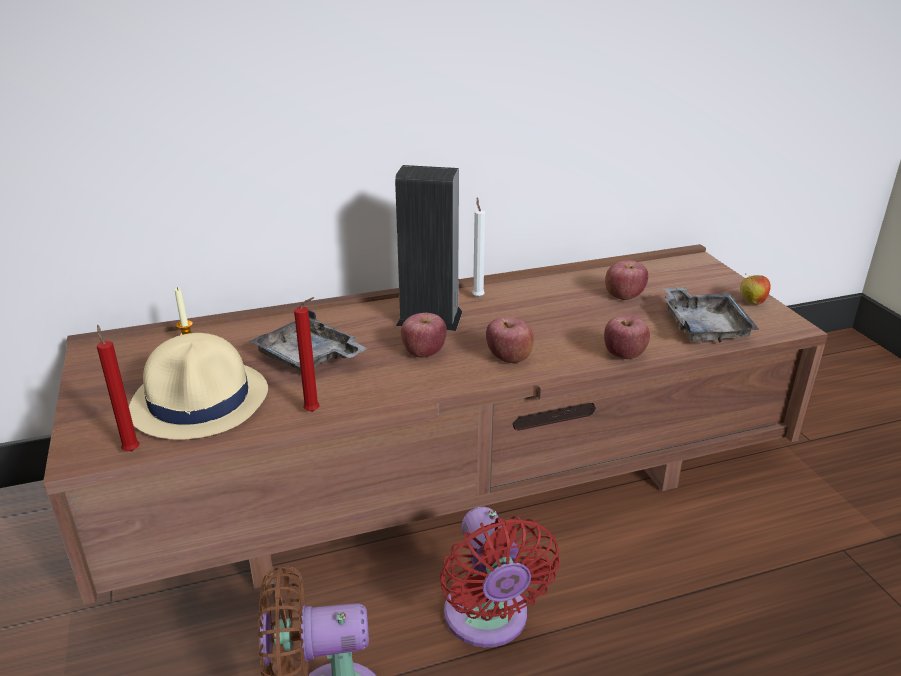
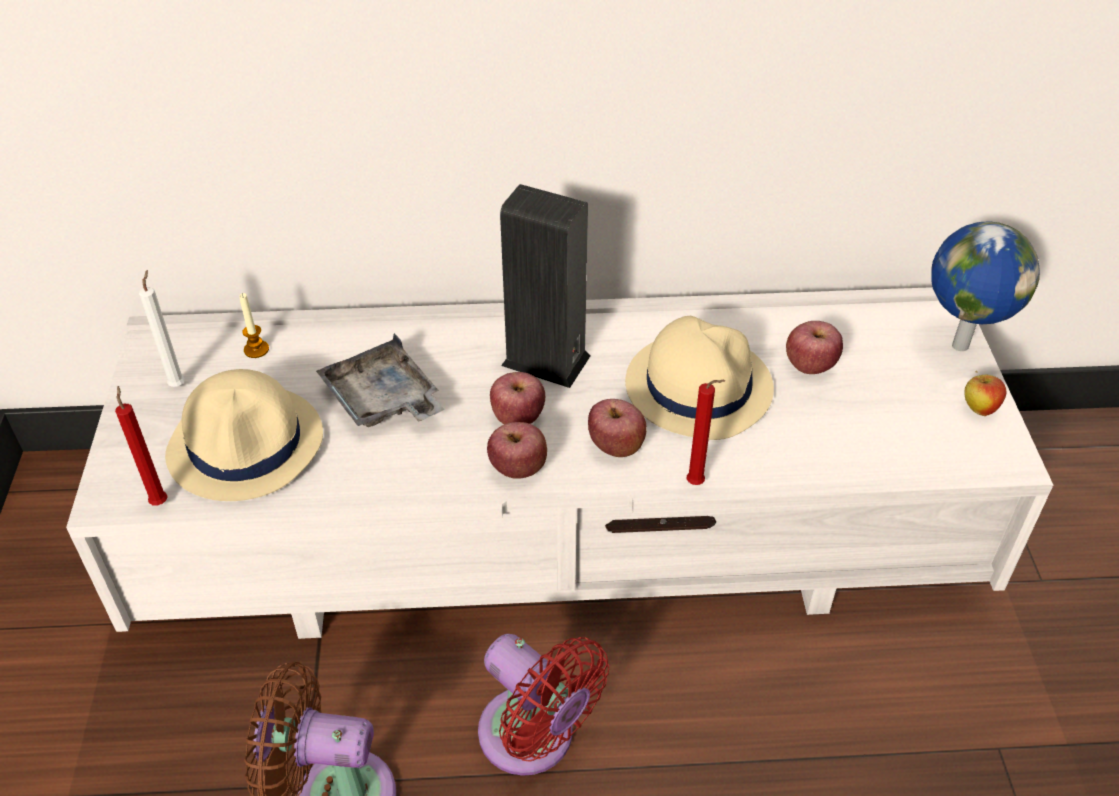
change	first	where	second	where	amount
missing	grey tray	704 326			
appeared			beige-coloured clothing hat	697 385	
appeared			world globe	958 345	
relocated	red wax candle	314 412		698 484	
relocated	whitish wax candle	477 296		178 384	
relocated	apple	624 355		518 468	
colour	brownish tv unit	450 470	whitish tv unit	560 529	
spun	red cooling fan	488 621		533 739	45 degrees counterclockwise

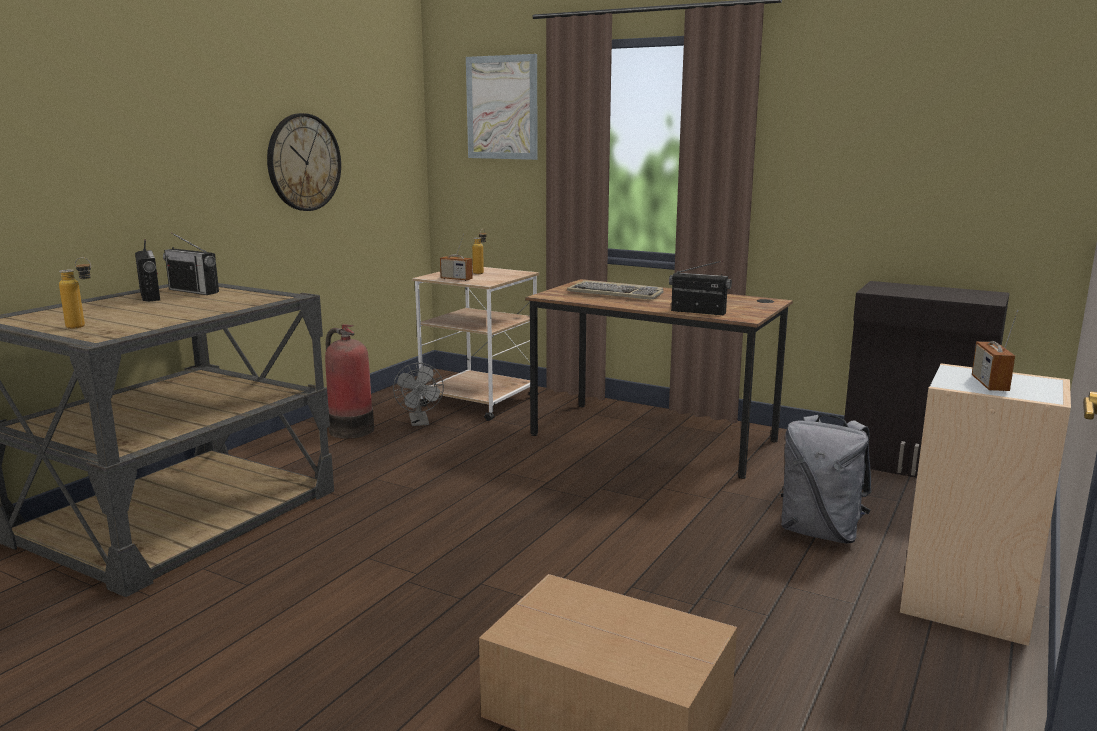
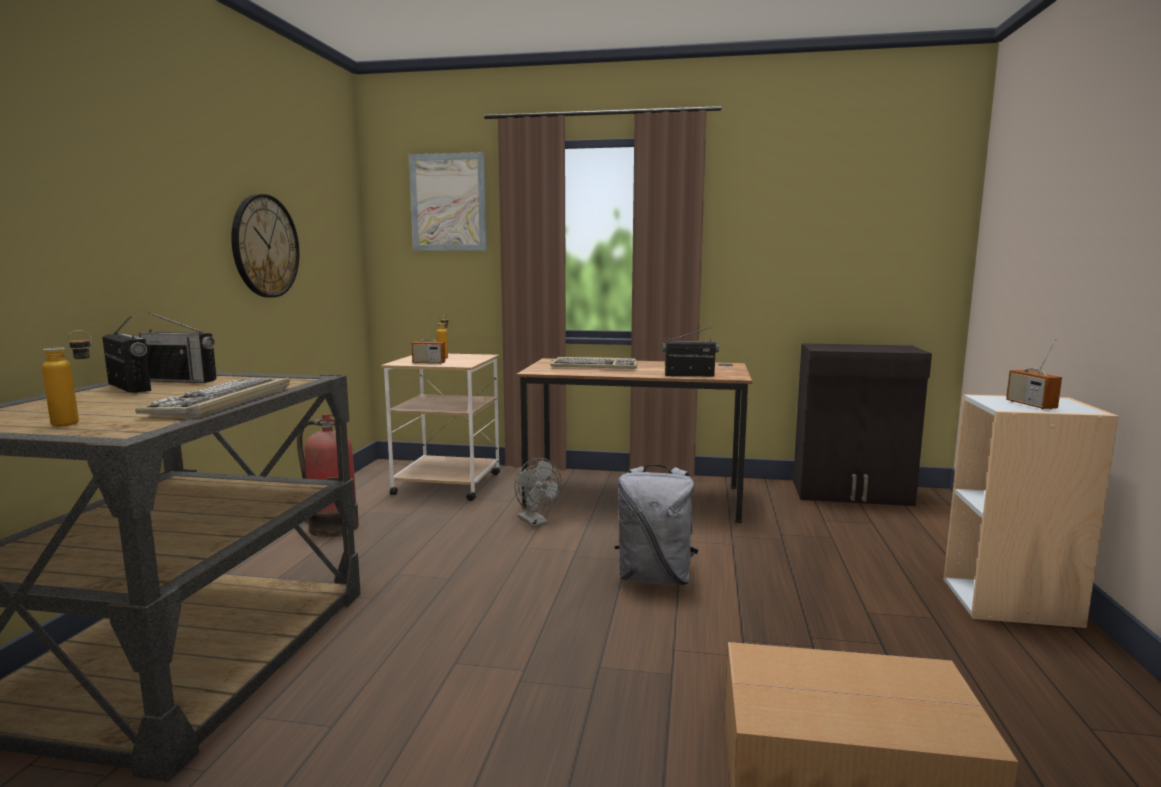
change	first	where	second	where	amount
appeared			keyboard	222 402	
relocated	grey cooling fan	420 423		536 523	
relocated	grey rucksack	821 532		655 578	

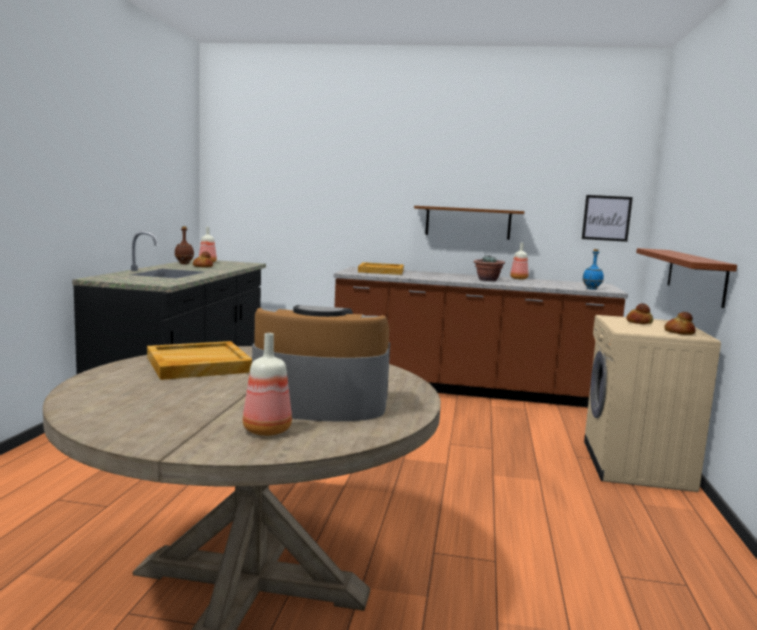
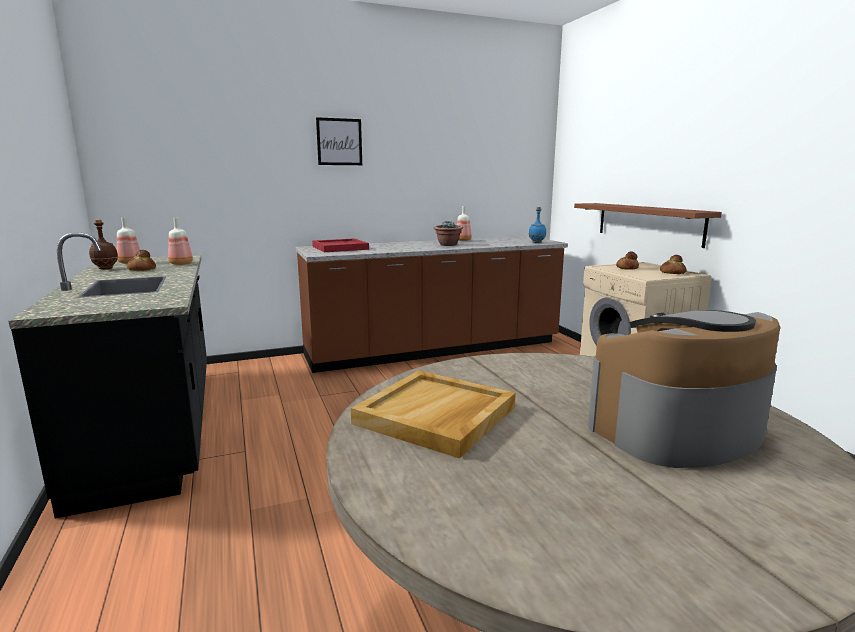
change	first	where	second	where	amount
missing	brownish shelf	468 222			
relocated	bottle	266 430		180 263	
relocated	wall picture	606 218		339 142	
colour	beige-coloured tray	381 271	red tray	340 248	

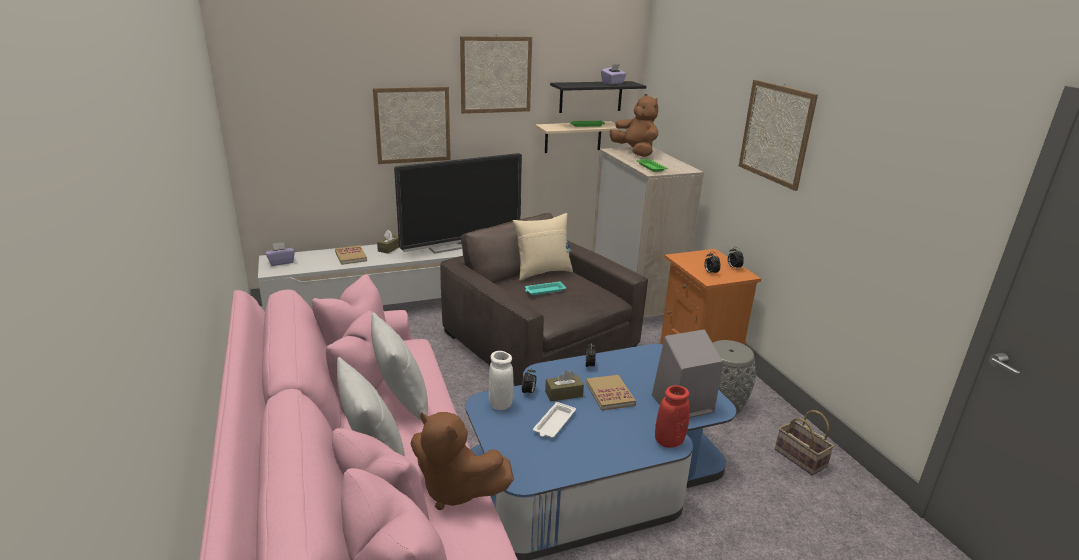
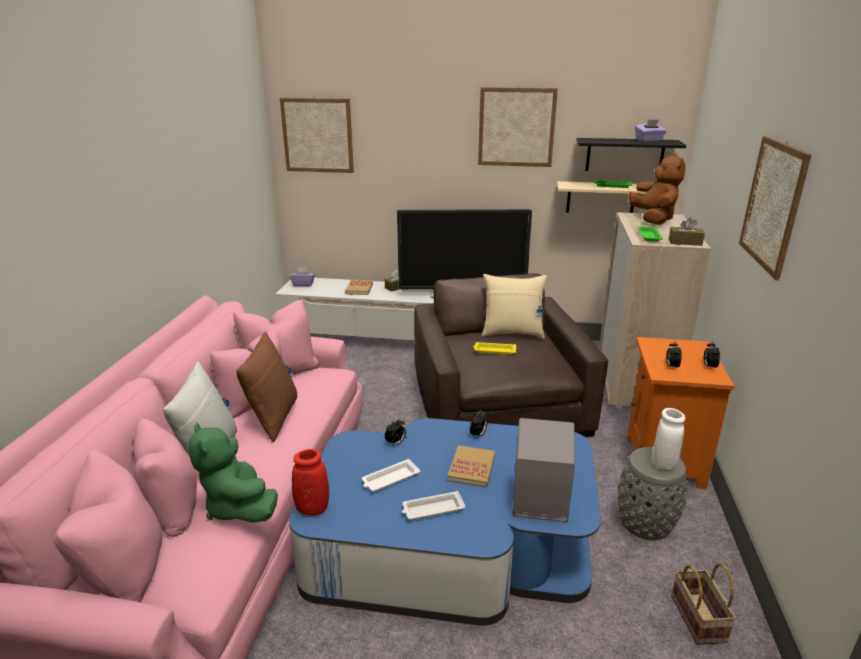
change	first	where	second	where	amount
appeared			whitish tray	432 509	
relocated	wall picture	412 124		317 134	
relocated	whitish decorative vase	500 404		664 463	
relocated	brownish tissue holder	564 394		685 242	
relocated	red decorative vase	669 441		312 508	
colour	grey pillow	401 402	brownish pillow	273 418	
colour	brownish soft toy	455 489	green-coloured soft toy	238 507	
colour	turquoise tray	544 291	yellow tray	494 350	

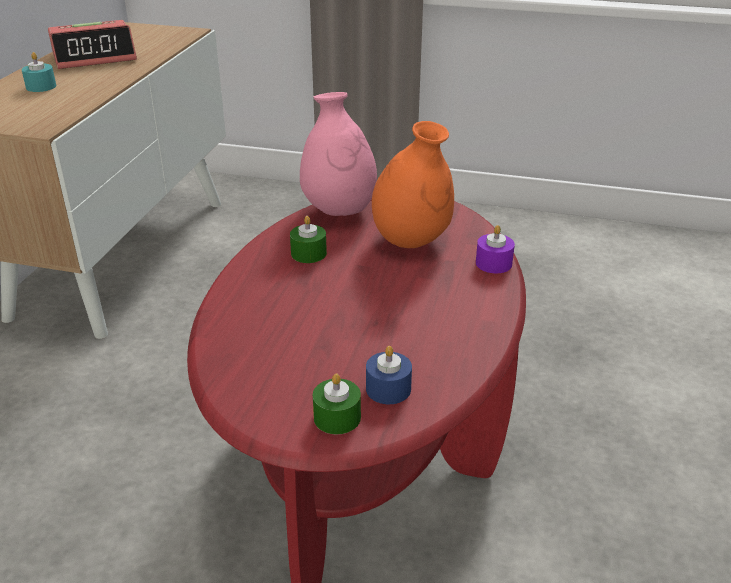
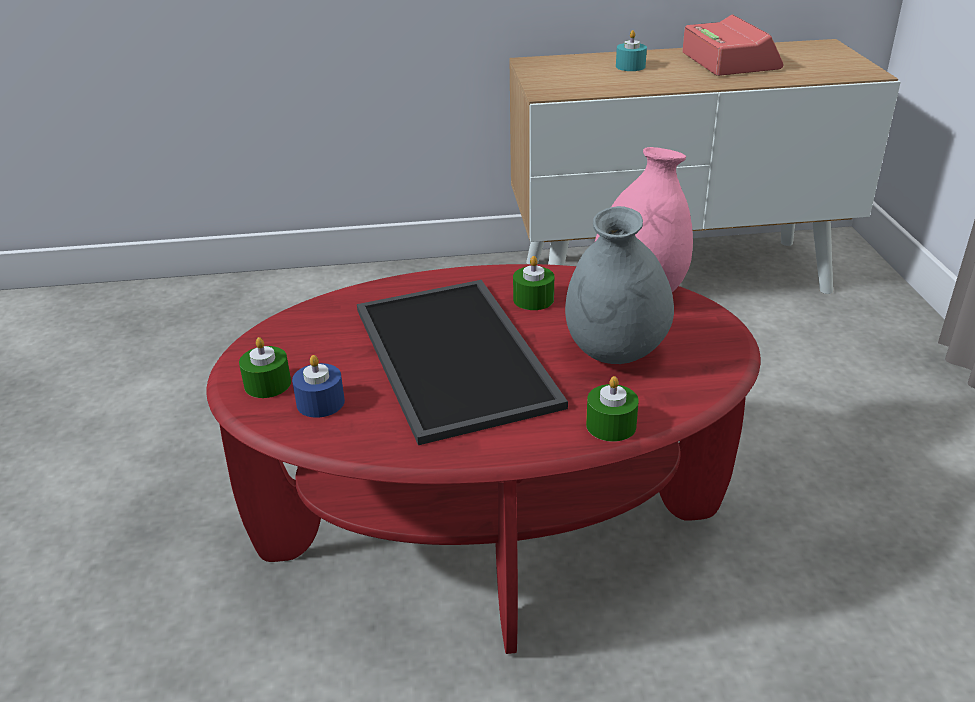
change	first	where	second	where	amount
appeared			tray	458 356	
colour	orange-coloured decorative vase	411 240	grey decorative vase	615 354	
colour	purple wax candle	493 263	green-coloured wax candle	611 425	
spun	alarm clock	95 56		729 61	150 degrees counterclockwise

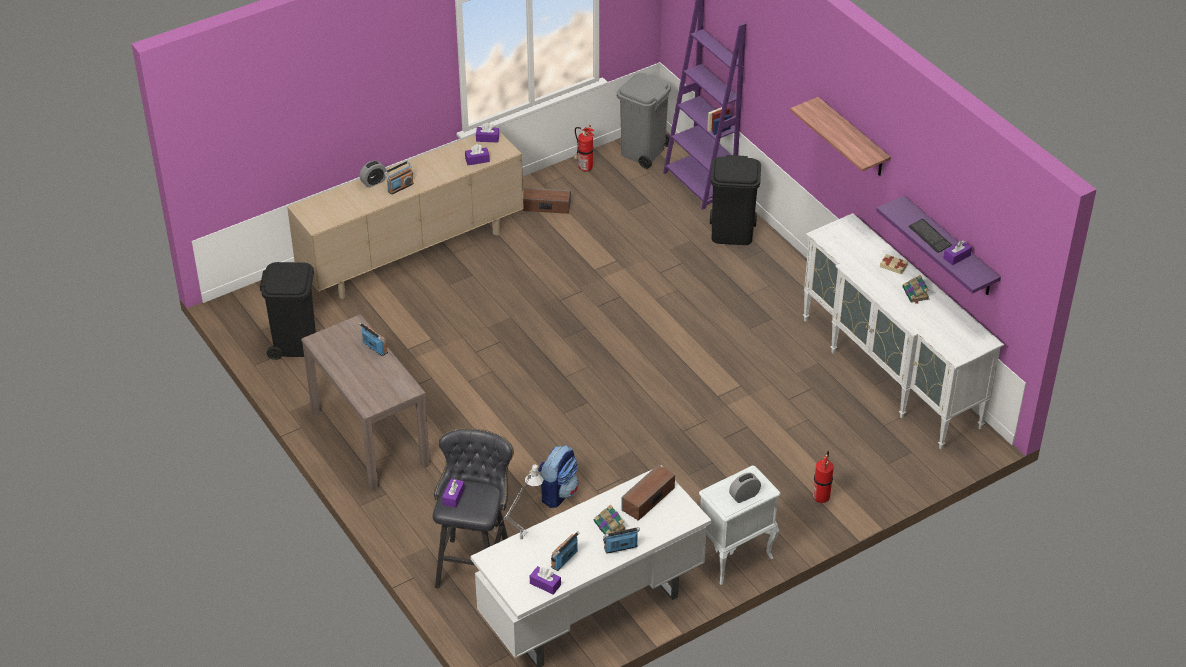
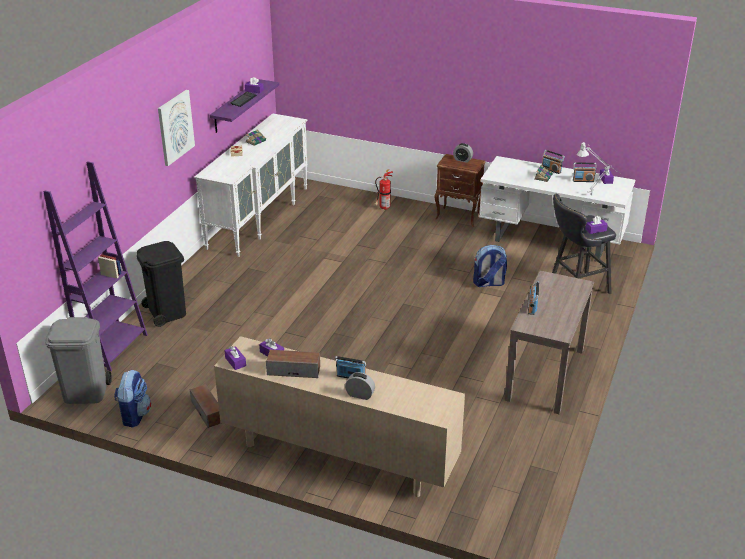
change	first	where	second	where	amount
missing	black trash can	294 342			
relocated	audio speaker	648 499		294 370	
exchanged	extinguisher	584 168	rucksack	134 415	
exchanged	shelf	852 138	wall picture	175 127	
colour	whitish nightstand	734 558	brownish nightstand	458 217	

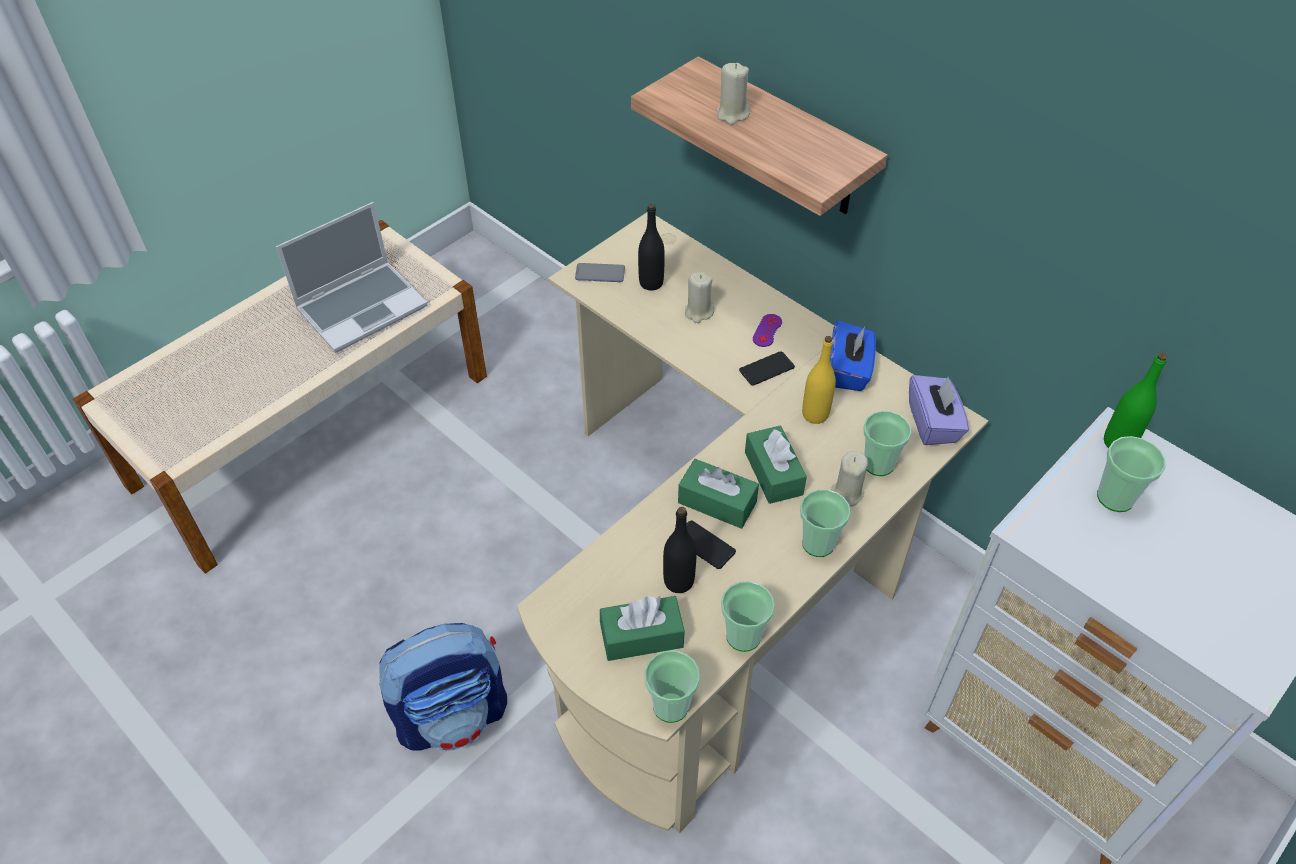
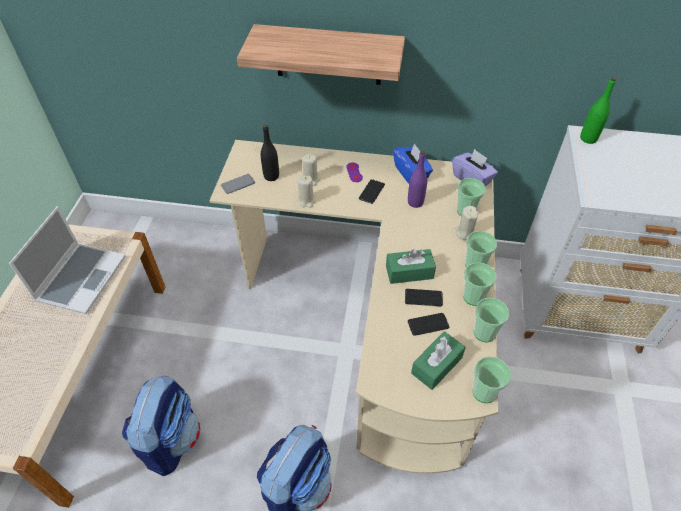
change	first	where	second	where	amount
missing	green-coloured tissue holder	773 473			
appeared			rucksack	171 440	
relocated	beige-coloured wax candle	732 114		306 201	
relocated	small cup	1115 497		473 297	
exchanged	black bottle	678 581	phone	428 324	
colour	yellow bottle	815 414	purple bottle	415 202	

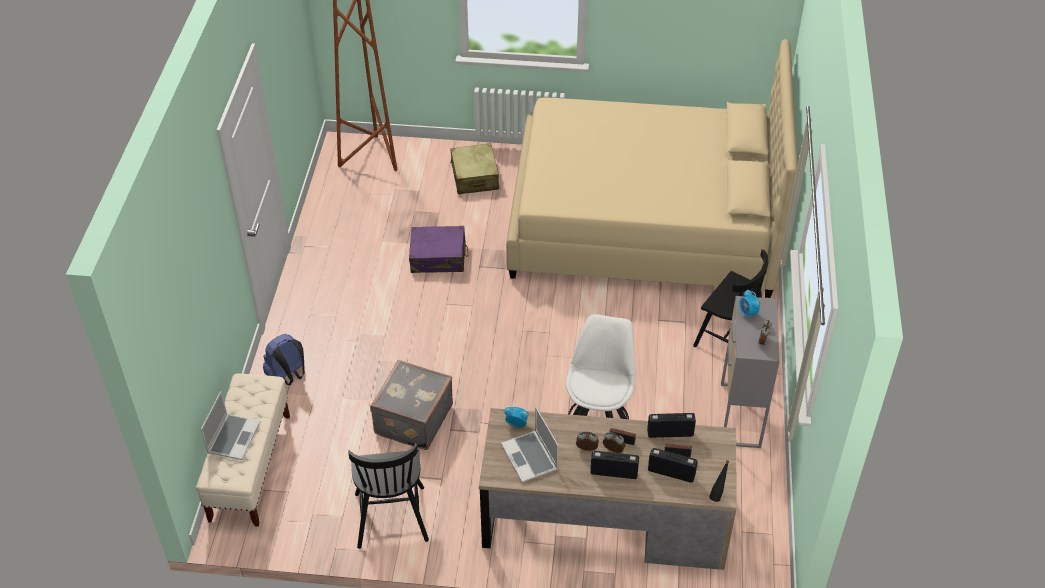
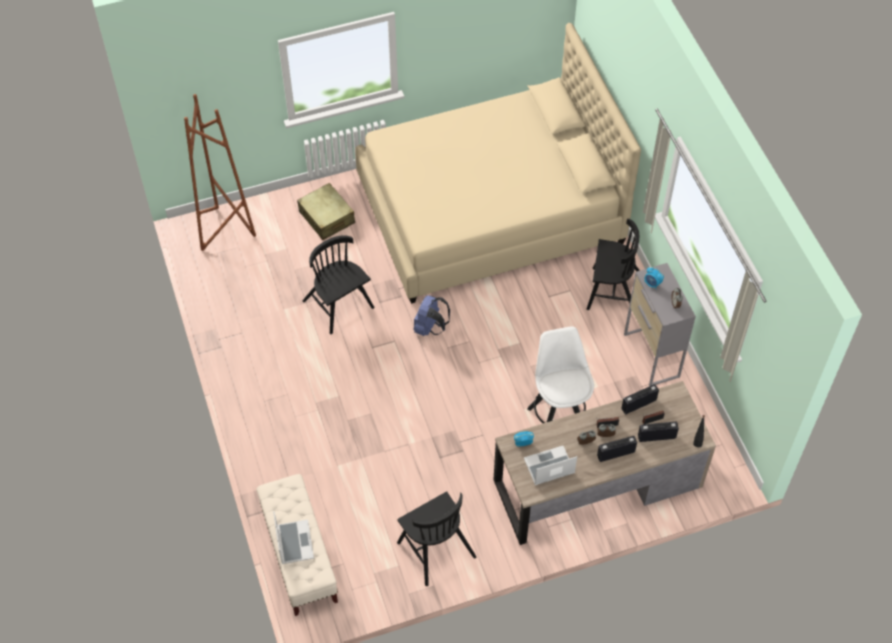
change	first	where	second	where	amount
missing	grey travel case	412 419			
relocated	blue rucksack	288 376		430 327	
exchanged	purple travel case	438 257	black upright chair	340 306	
spun	notebook computer	530 458		548 467	120 degrees clockwise

